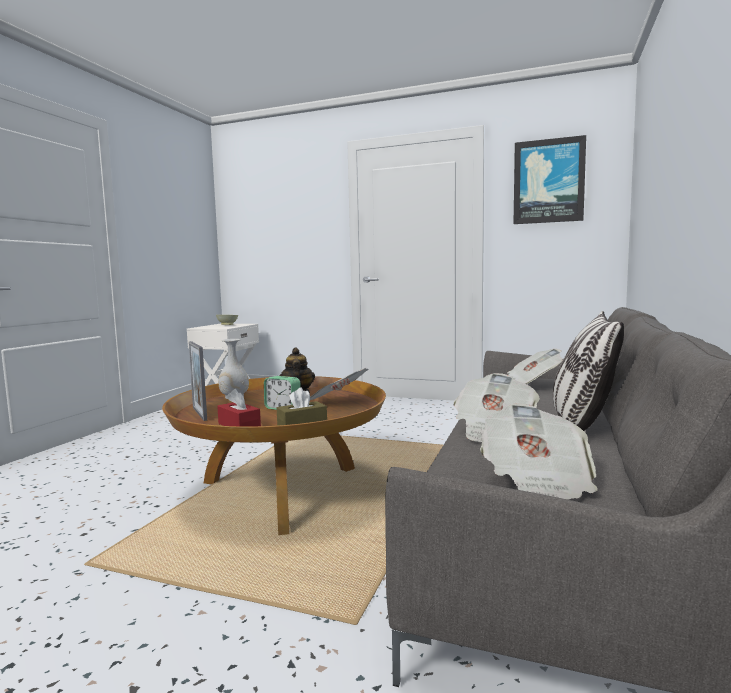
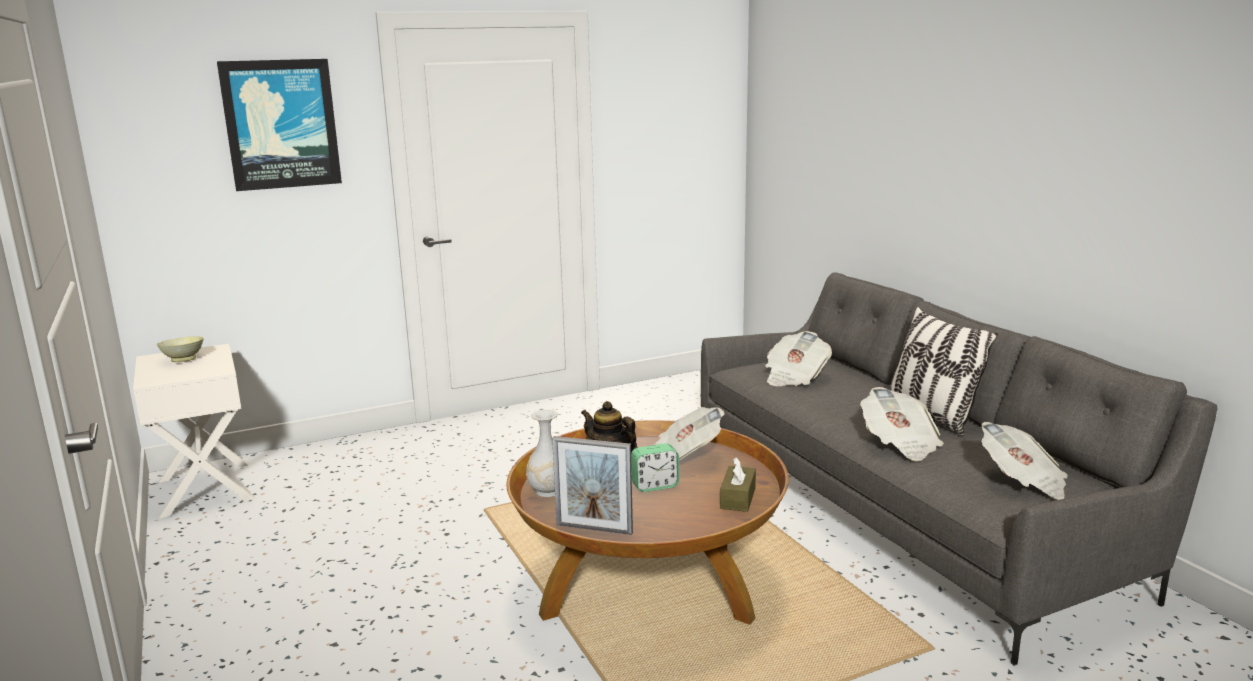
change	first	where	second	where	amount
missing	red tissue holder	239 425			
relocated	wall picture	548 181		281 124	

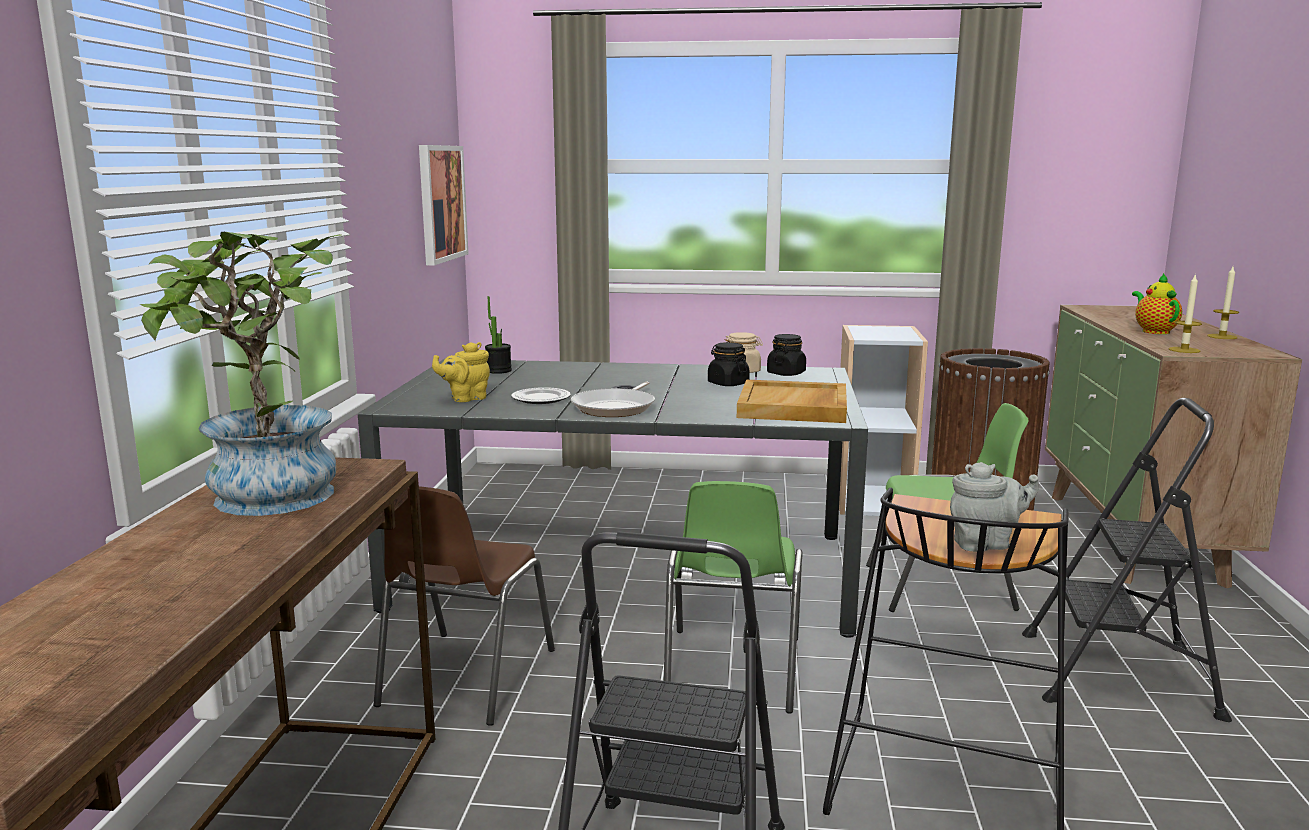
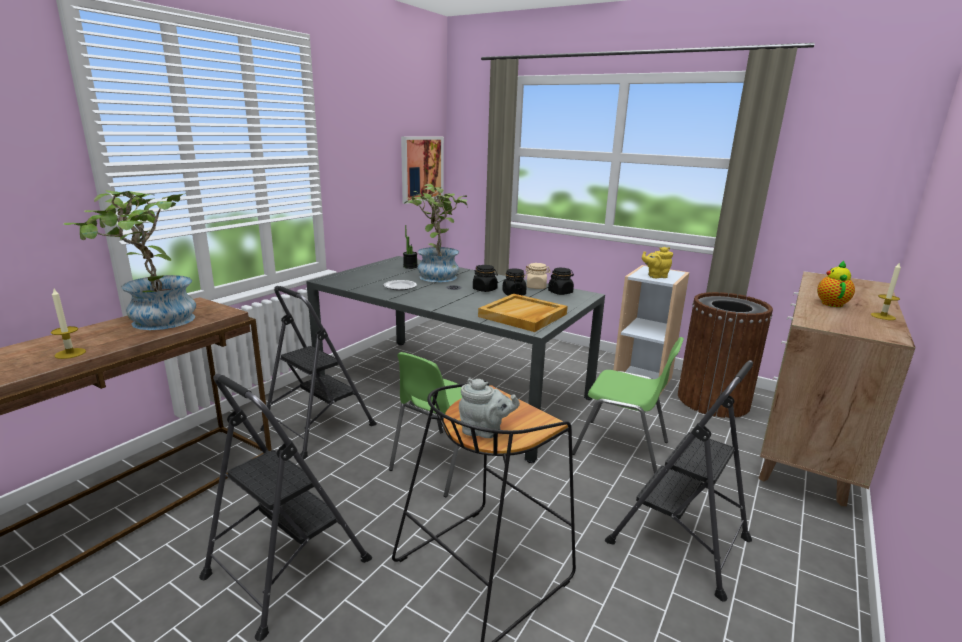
change	first	where	second	where	amount
missing	skillet	616 407			
appeared			potted plant	437 275	
appeared			black storage jar	485 289	
relocated	yellow pot for tea	465 398		655 276	
relocated	wax candle	1184 350		70 353	
exchanged	brownish upright chair	464 678	black step ladder	316 427	

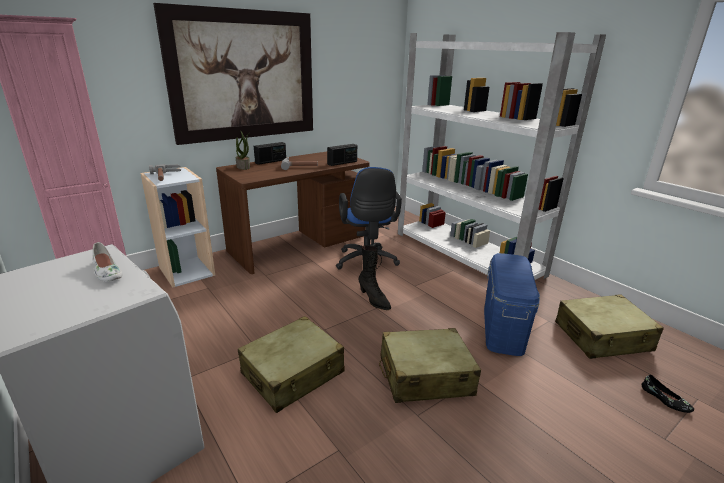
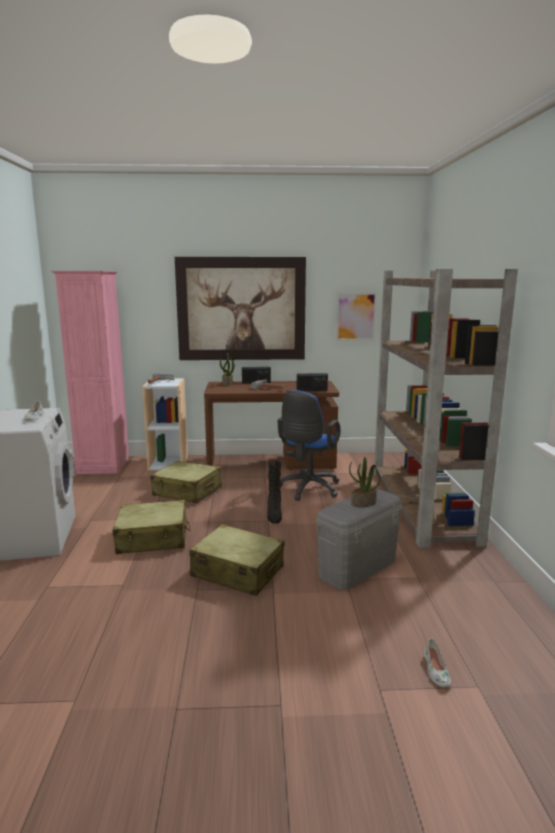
change	first	where	second	where	amount
appeared			wall picture	356 316	
appeared			potted plant	363 503	
relocated	beige-coloured travel case	602 337		187 492	
colour	whitish bookcase	466 253	brownish bookcase	421 505	
colour	blue storage container	503 329	grey storage container	357 567	
colour	black low shoe	665 399	whitish low shoe	435 670	

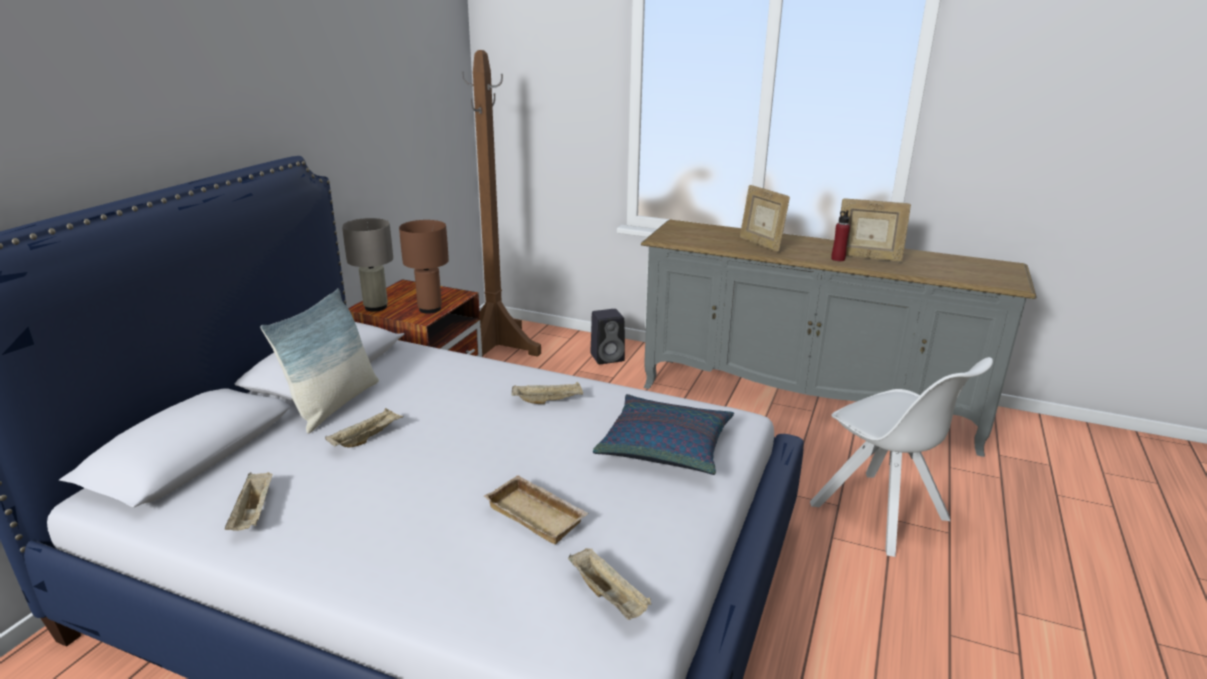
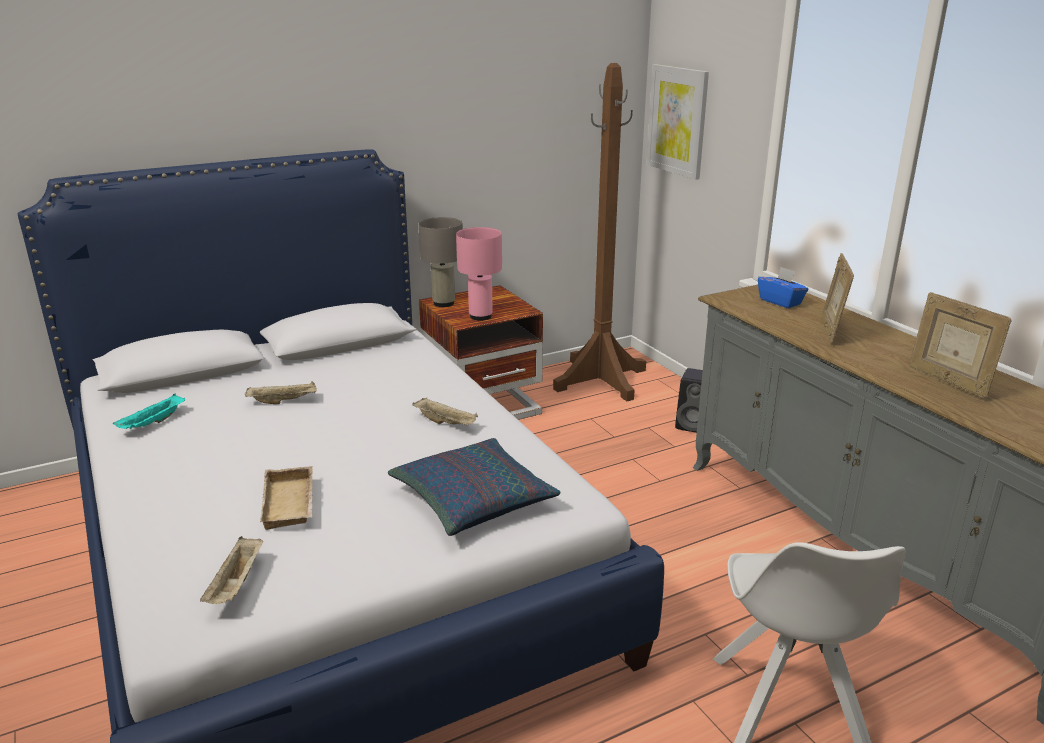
change	first	where	second	where	amount
missing	pillow	334 404			
missing	red bottle	837 259			
appeared			wall picture	677 120	
appeared			blue tissue holder	780 302	
colour	beige-coloured tray	253 514	turquoise tray	153 424	
colour	brownish tabletop lamp	429 309	pinkish tabletop lamp	480 316	

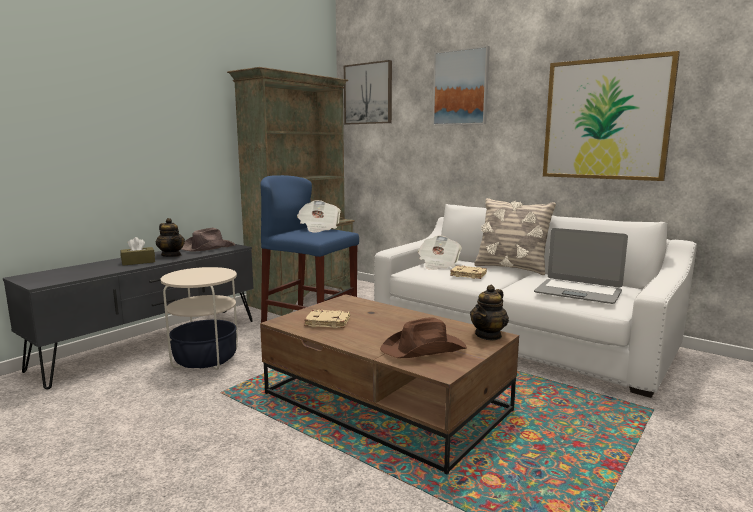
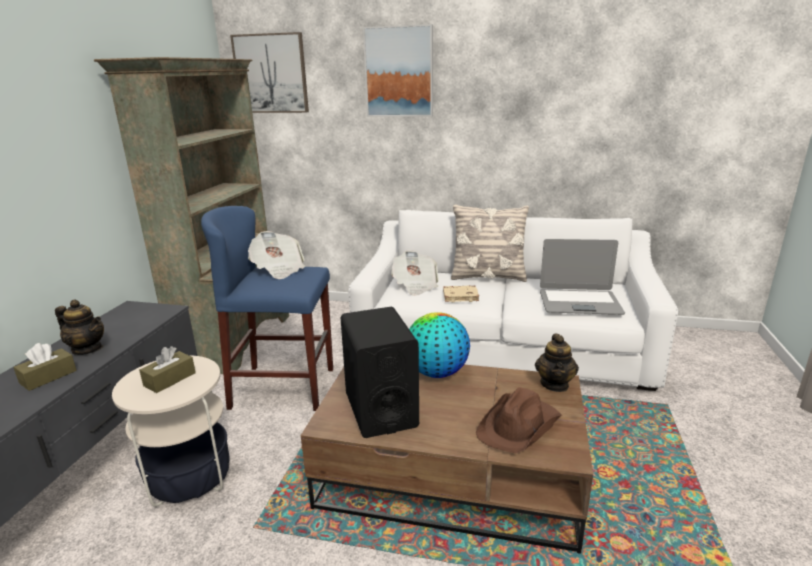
change	first	where	second	where	amount
missing	brownish clothing hat	207 247			
missing	wall picture	605 119			
appeared			brownish tissue holder	170 379	
appeared			world globe	437 372	
exchanged	beige-coloured book	328 322	black audio speaker	380 409	

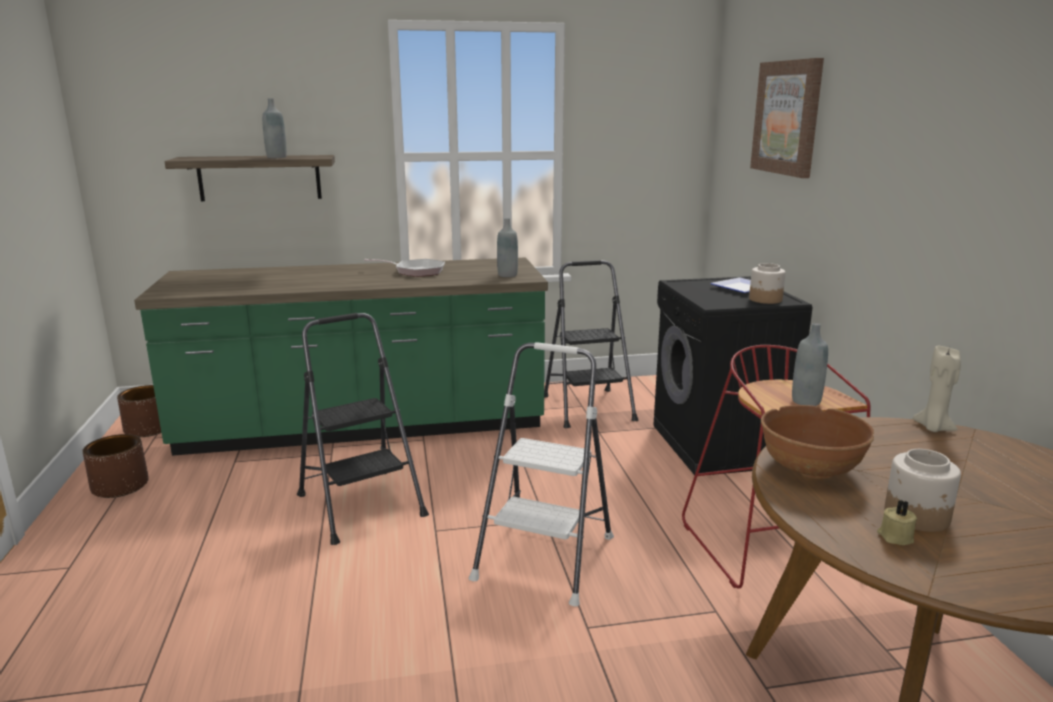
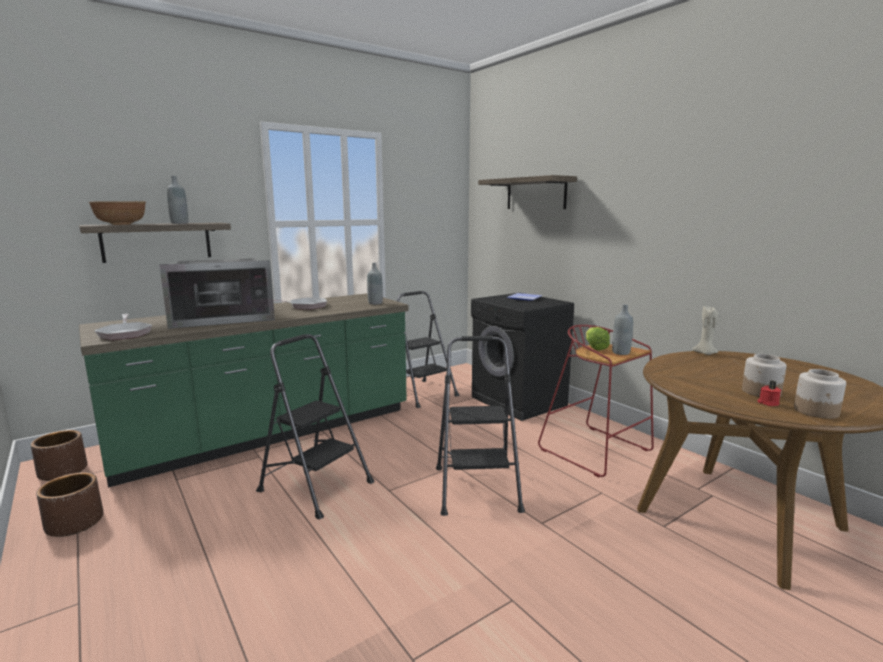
change	first	where	second	where	amount
appeared			skillet	125 334	
appeared			microwave	223 319	
appeared			lettuce	594 346	
relocated	storage jar	765 299		816 411	
relocated	brownish serving bowl	810 468		121 224	
exchanged	wall picture	787 117	shelf	536 194	
colour	whitish step ladder	546 554	black step ladder	476 486	
colour	beige-coloured wax candle	894 537	red wax candle	768 403	

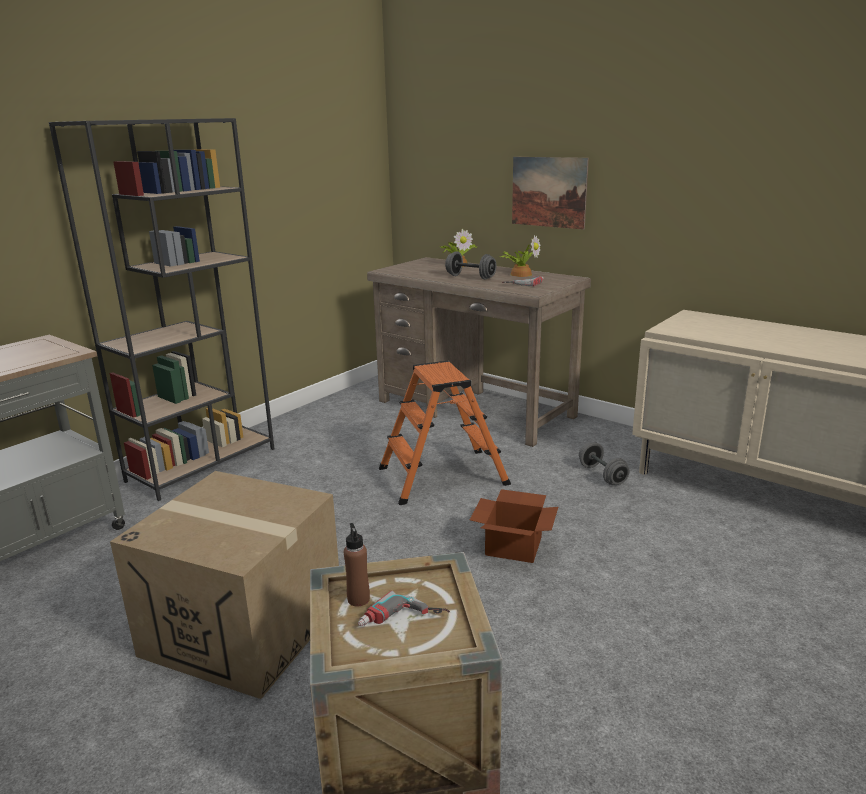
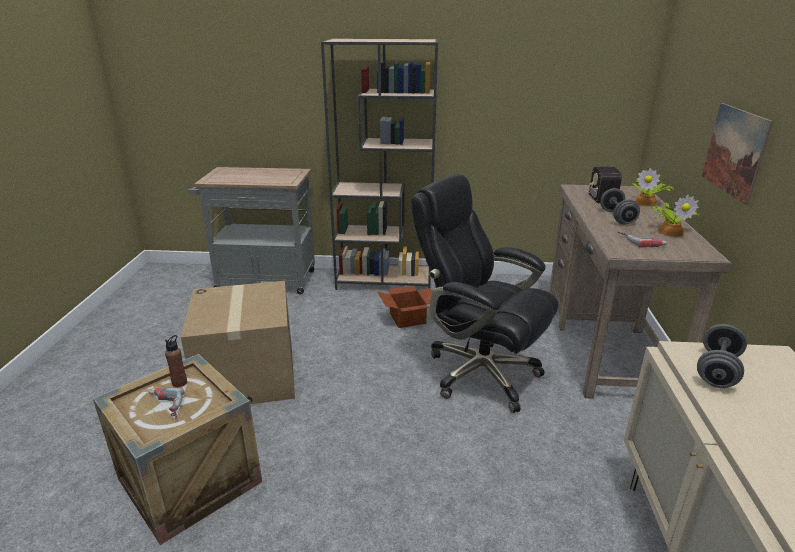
change	first	where	second	where	amount
appeared			radio	601 195	
relocated	packing box	515 545		409 318	
relocated	grey hand weight	602 475		717 370	
exchanged	orange-coloured step ladder	442 476	black desk chair	479 372	

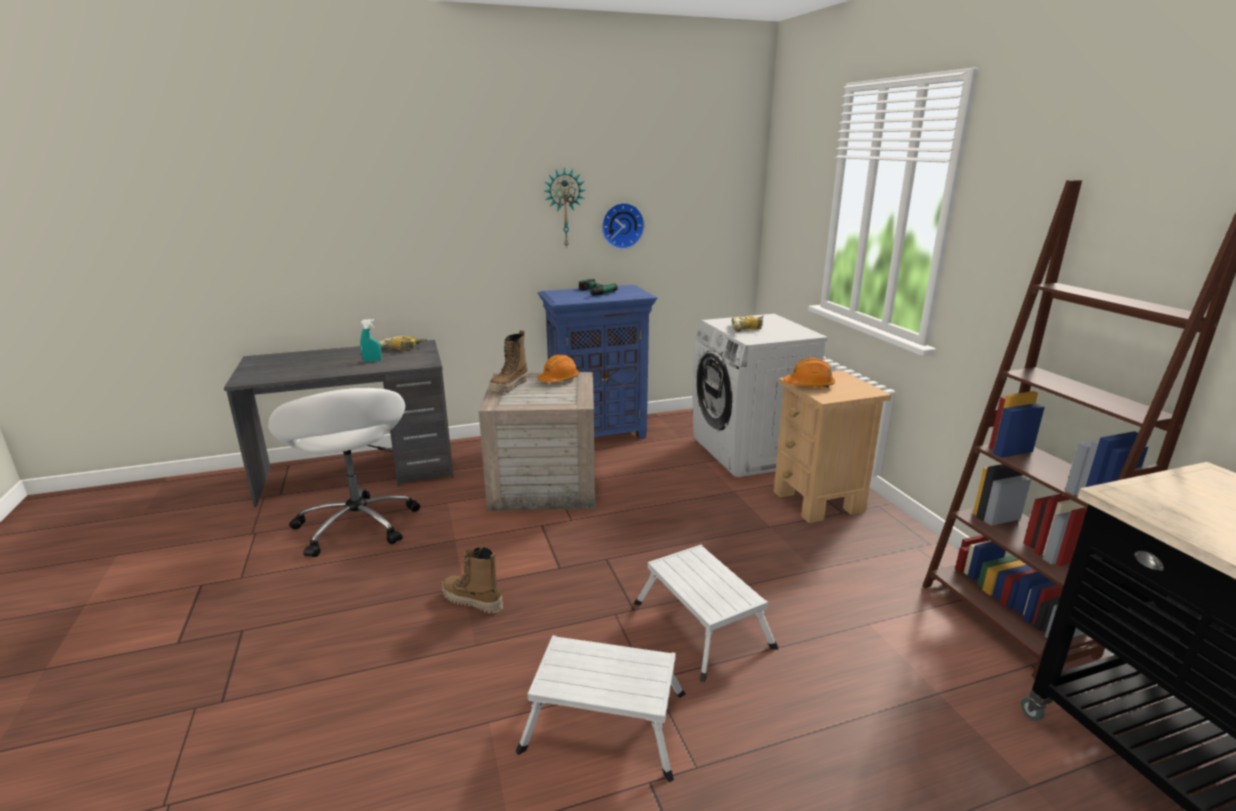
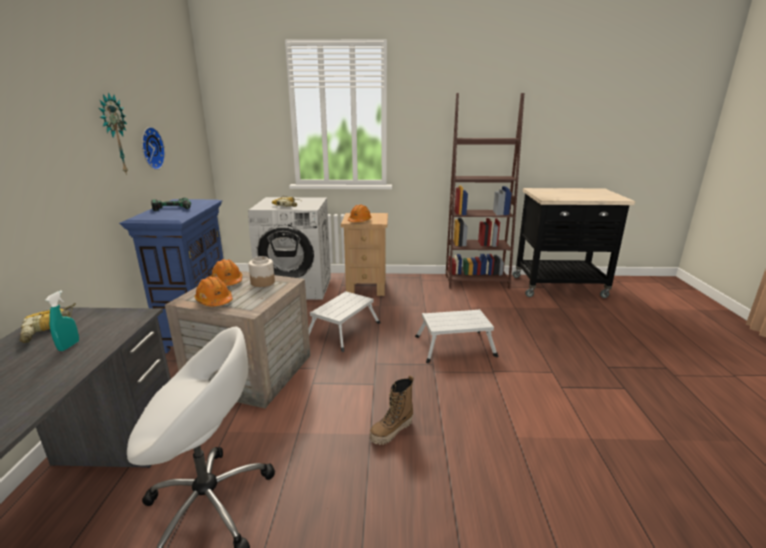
change	first	where	second	where	amount
appeared			storage jar	263 282	
relocated	whitish step ladder	606 721		343 330	
exchanged	boot	509 387	orange-coloured hard hat	214 301	

